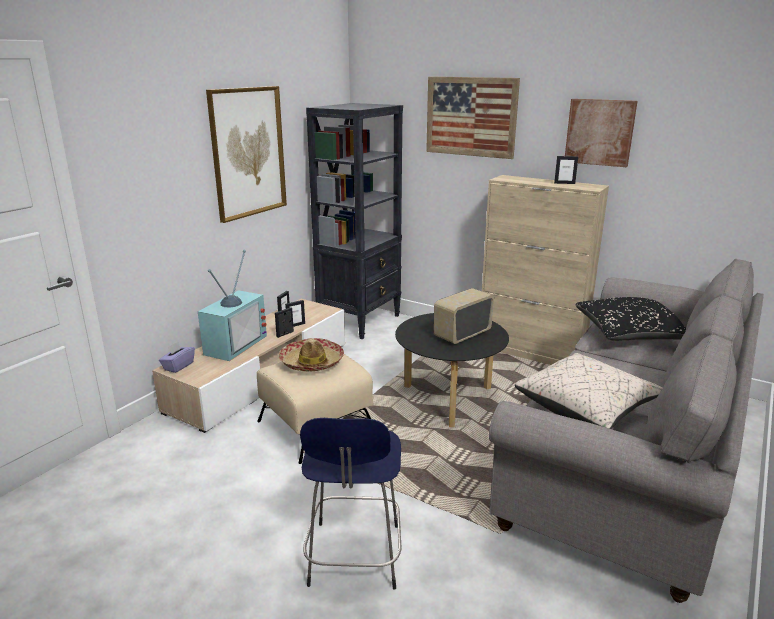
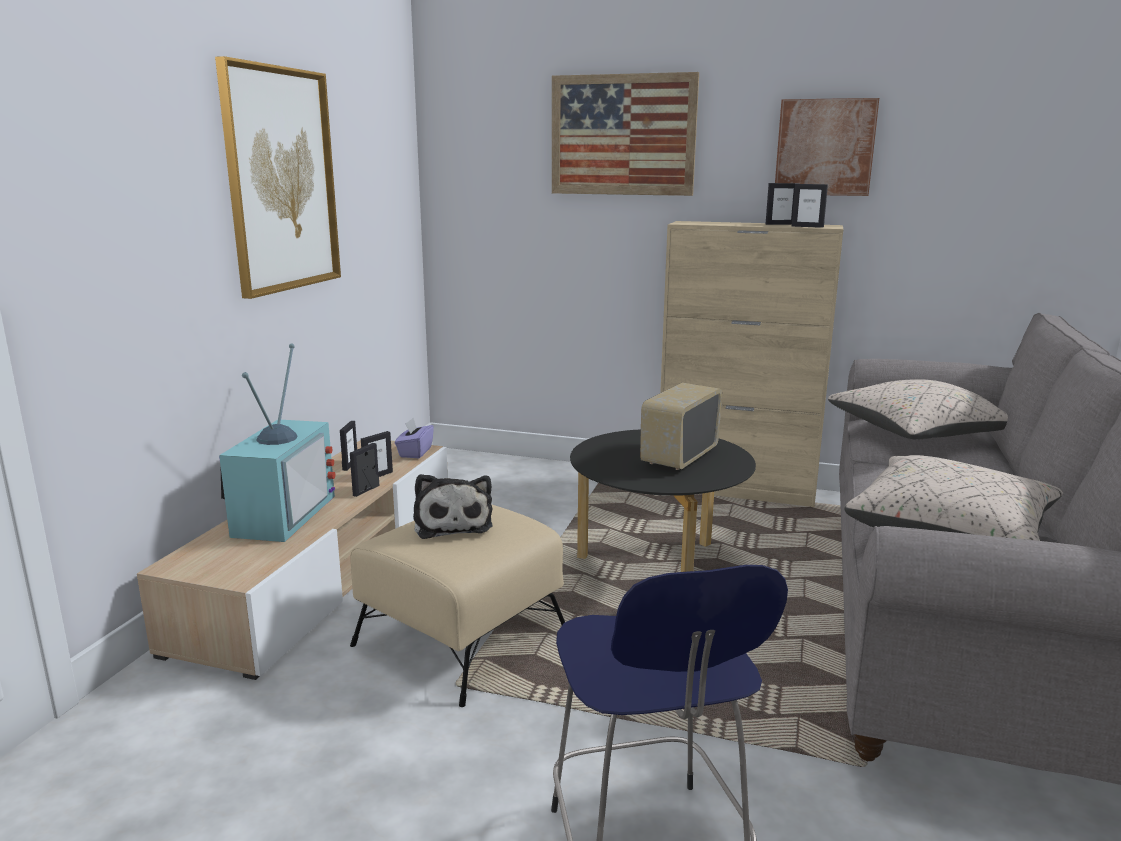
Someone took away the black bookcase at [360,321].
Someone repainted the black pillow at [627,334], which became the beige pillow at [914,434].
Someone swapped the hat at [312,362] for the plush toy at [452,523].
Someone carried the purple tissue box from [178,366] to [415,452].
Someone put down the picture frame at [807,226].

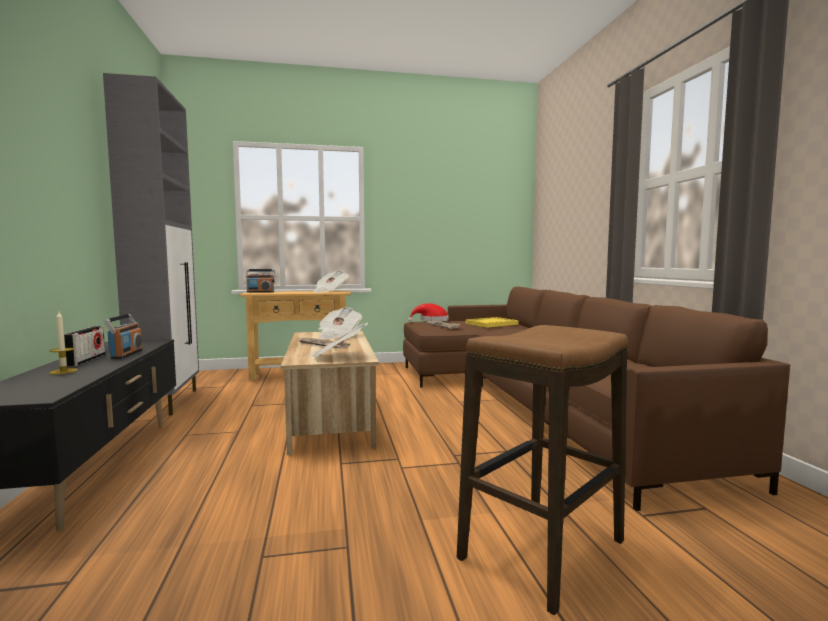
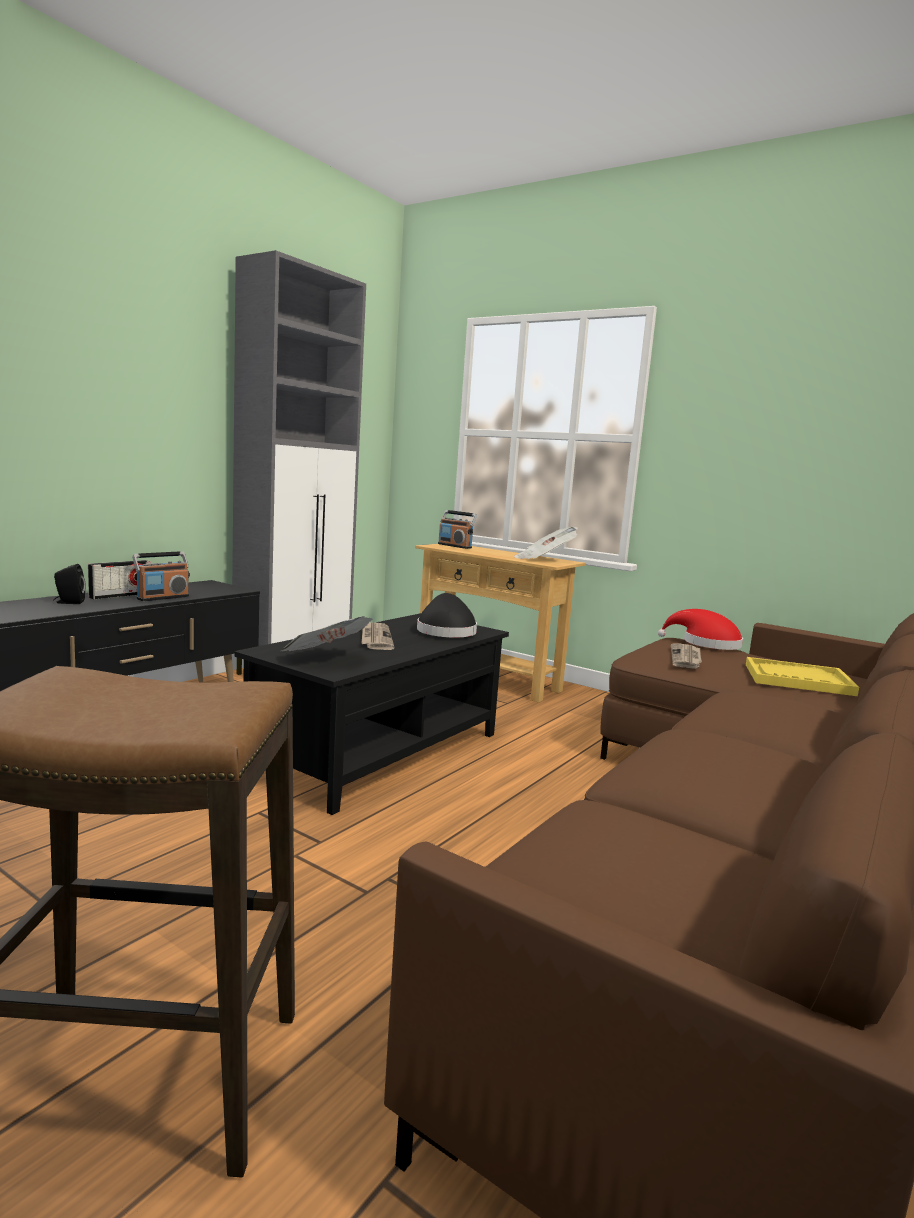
Someone swapped the newspaper at [338,336] for the black hat at [445,631].
Someone swapped the candle at [63,371] for the black speaker at [68,602].
Someone repainted the beige coffee table at [331,419], which became the black coffee table at [380,753].

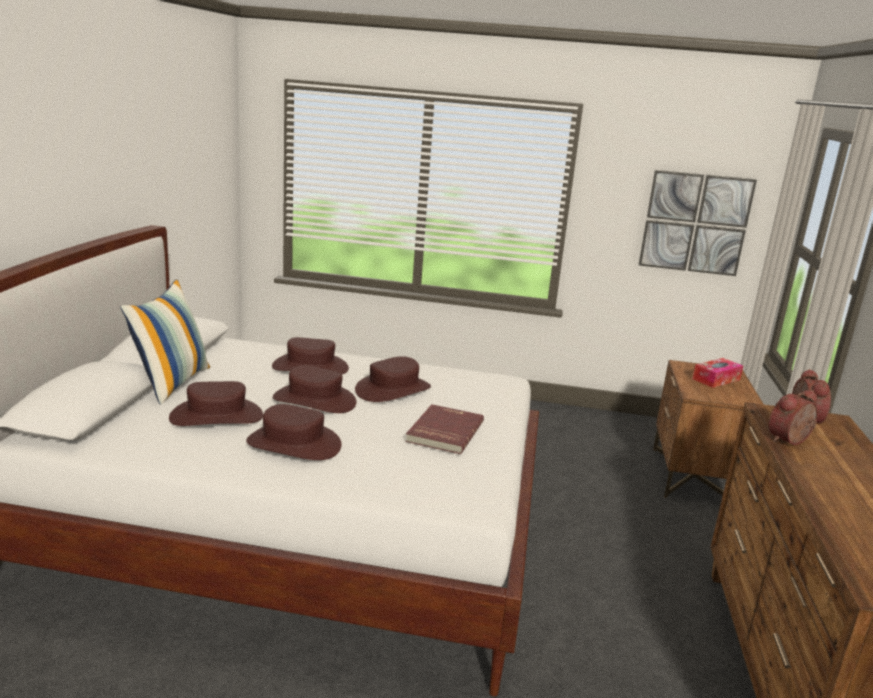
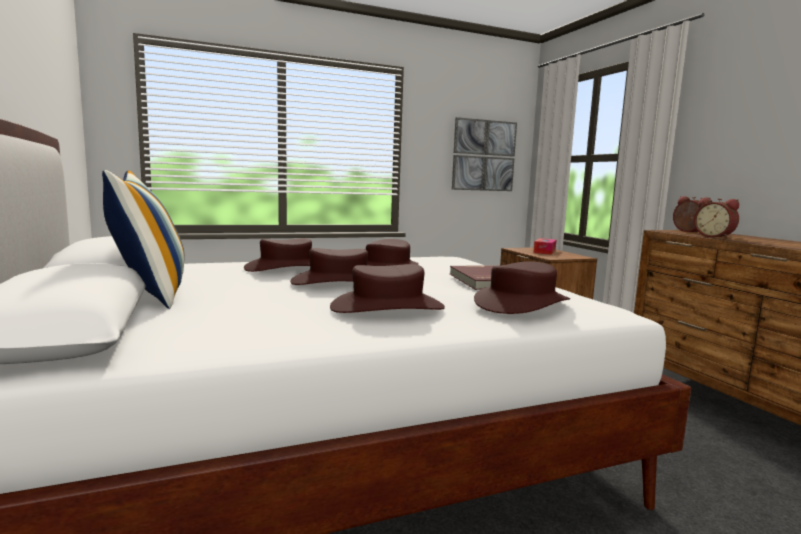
Someone carried the brown hat from [216,416] to [521,303].
Someone rotated the alarm clock at [790,441] by 60 degrees counterclockwise.

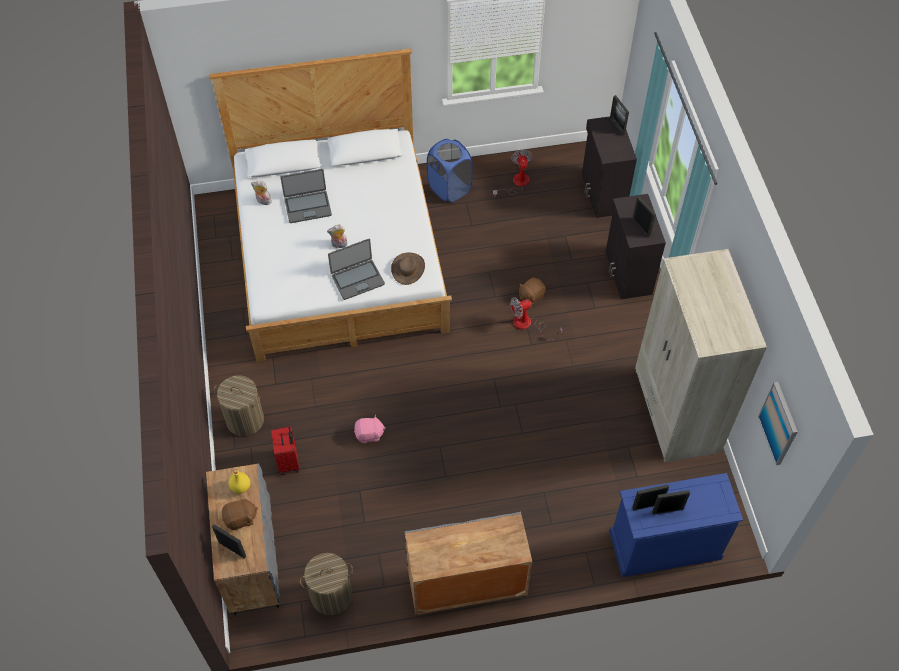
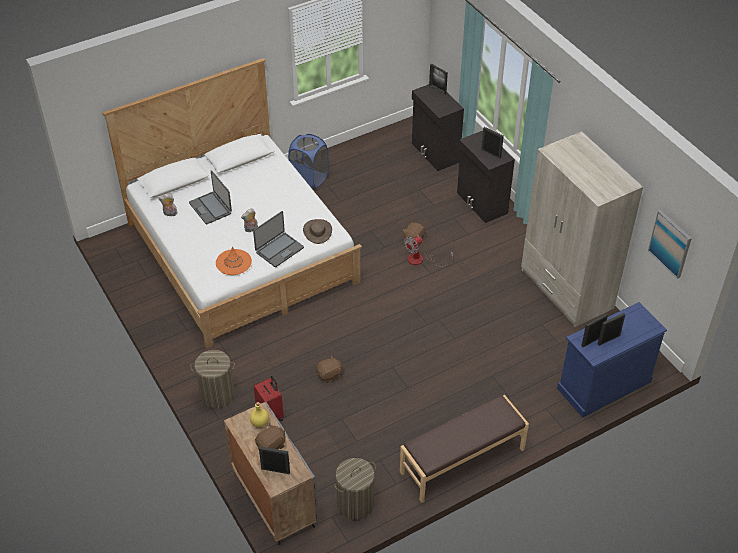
Someone took away the fan at [516,183].
Someone rotated the laptop at [308,207] by 90 degrees clockwise.
Someone repainted the pink plush toy at [369,434], which became the brown plush toy at [329,375].
Someone swapped the grey cabinet at [466,585] for the brown bench at [462,461].
Someone put down the orange hat at [233,262].

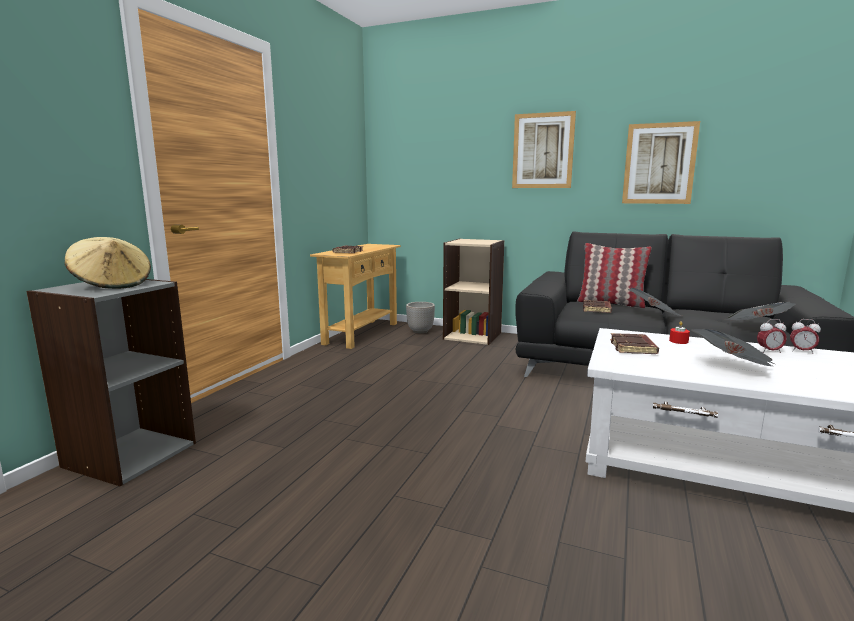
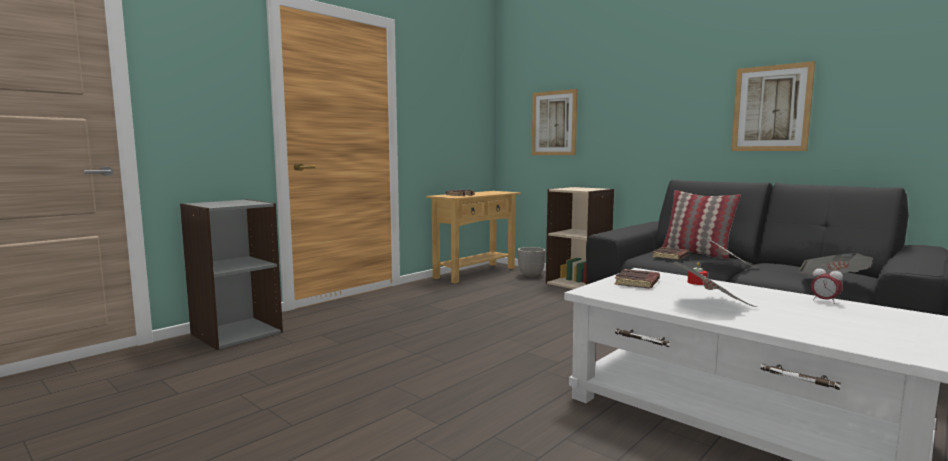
Someone carried the picture from [543,151] to [554,123].
Someone took away the beige hat at [112,285].
Someone took away the alarm clock at [769,351].

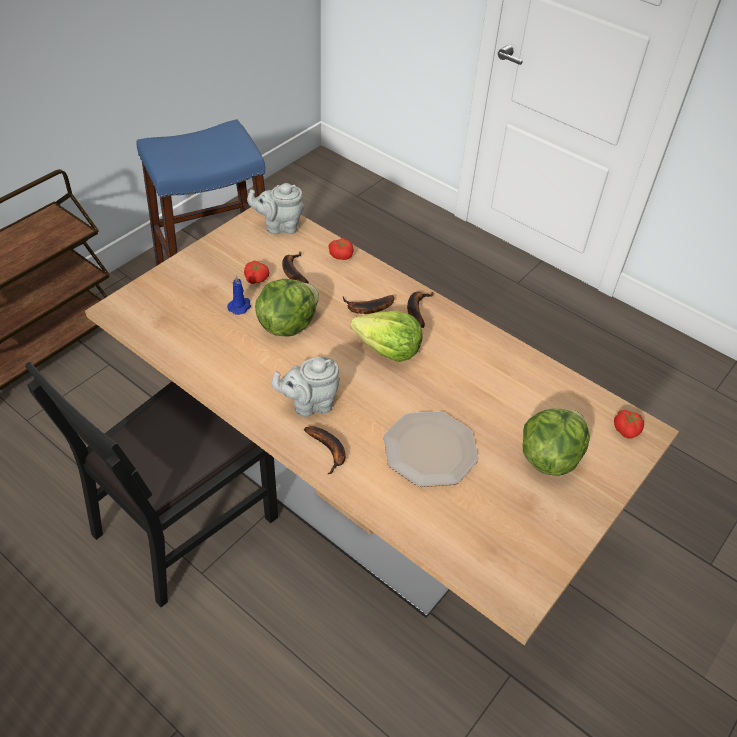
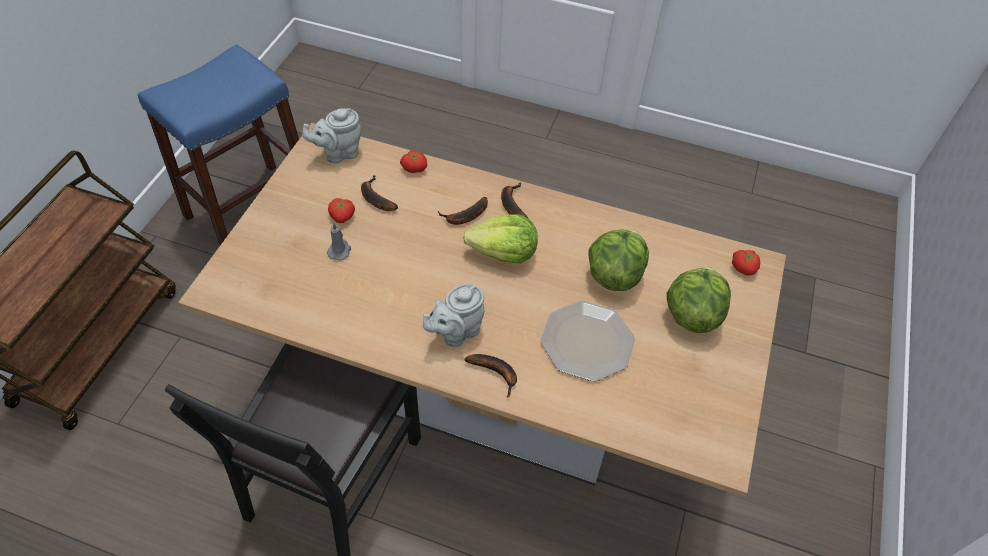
Someone repainted the blue candle at [240,306], which became the grey candle at [340,250].
Someone carried the lettuce from [287,324] to [614,274].

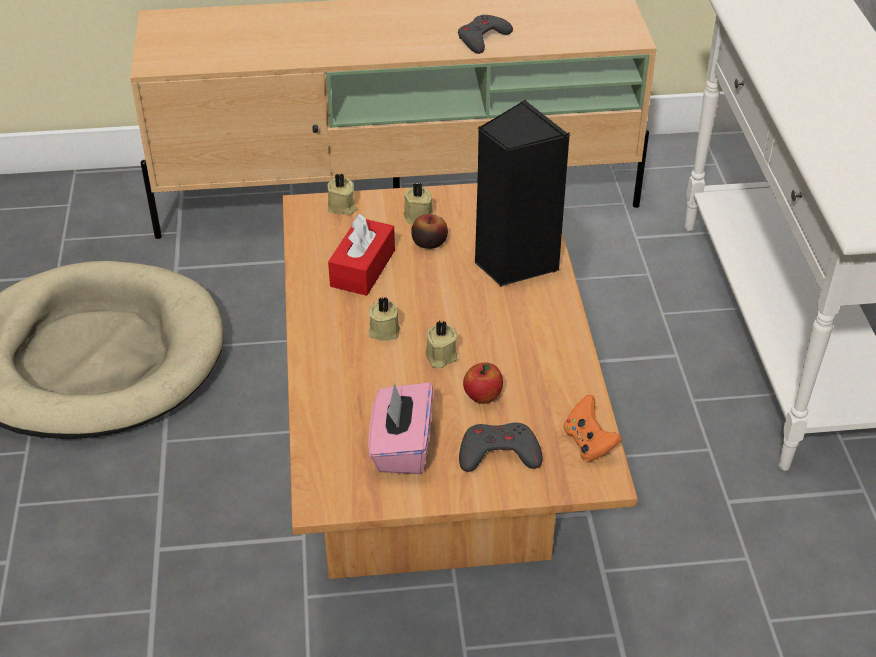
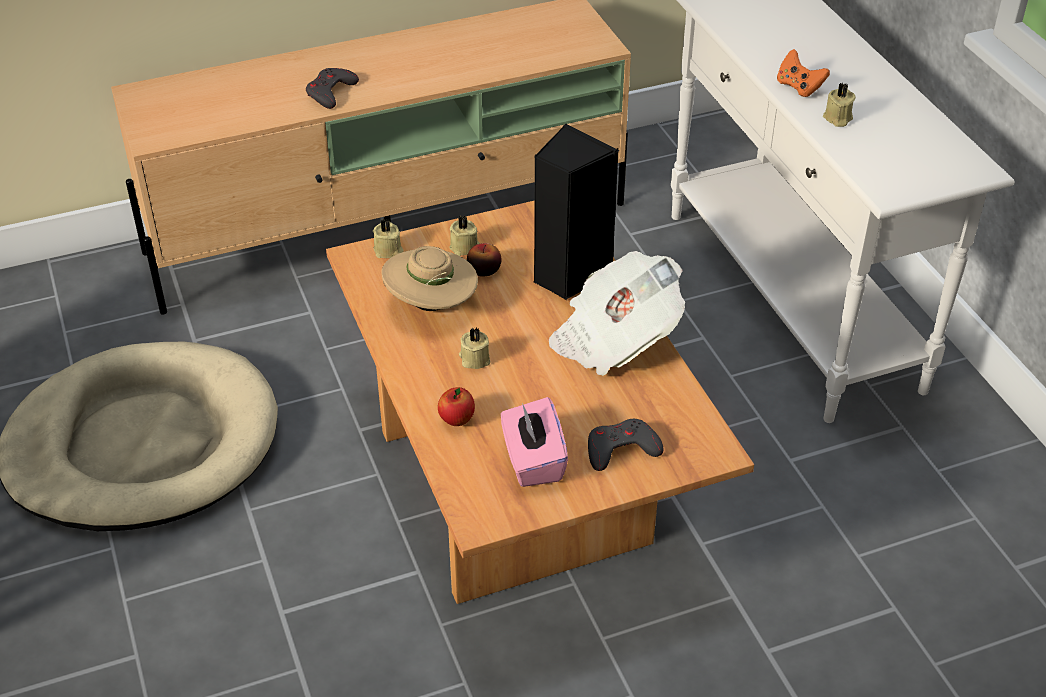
Someone carried the grey game controller from [482,38] to [330,92].
Someone swapped the red tissue box at [363,268] for the beige hat at [431,305].
Someone carried the beige candle from [440,357] to [837,118].
Someone carried the apple from [482,397] to [456,420].
Someone carried the orange game controller from [588,443] to [799,87].
Someone put down the newspaper at [614,338].

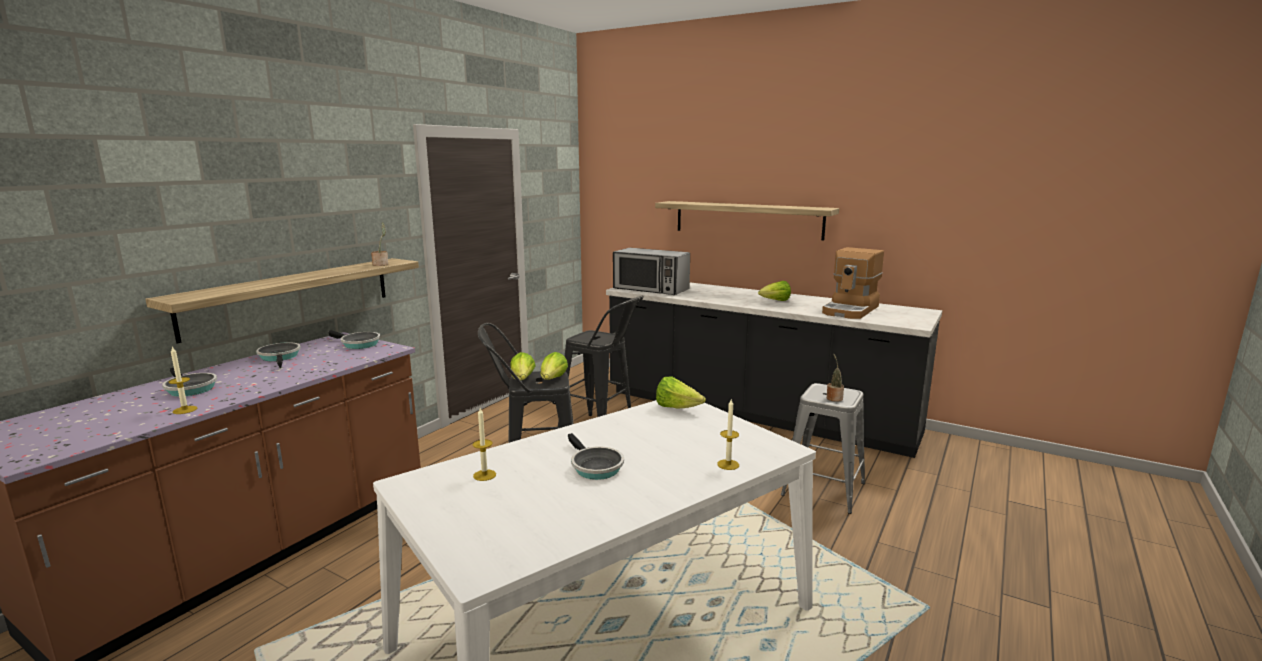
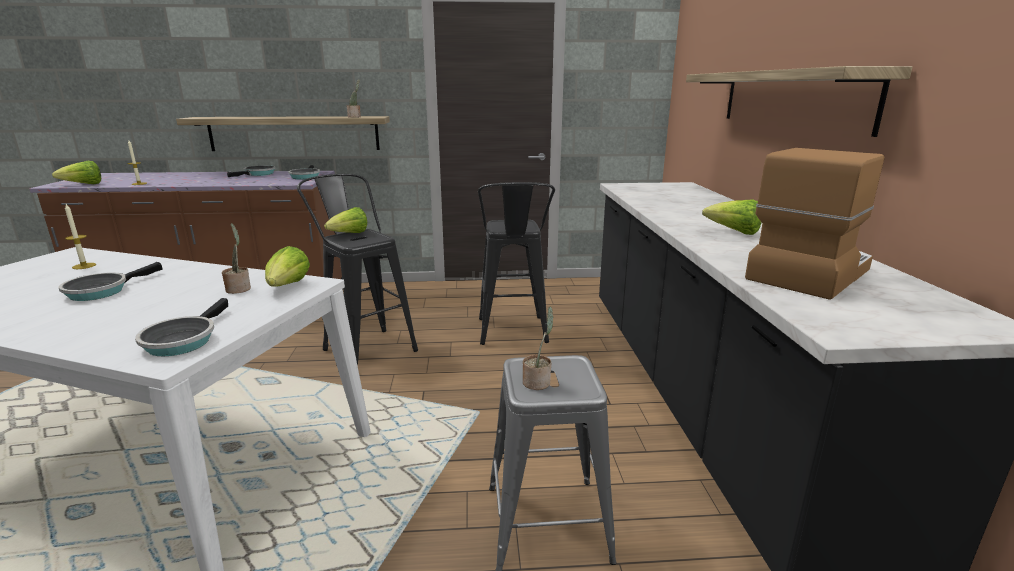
Someone rotated the coffee machine at [851,310] by 135 degrees clockwise.
Someone took away the microwave at [651,289].
Someone carried the lettuce from [553,380] to [84,185].
Someone carried the frying pan from [189,389] to [182,340].
Someone took away the candle at [728,464].
Someone put down the potted plant at [239,289].

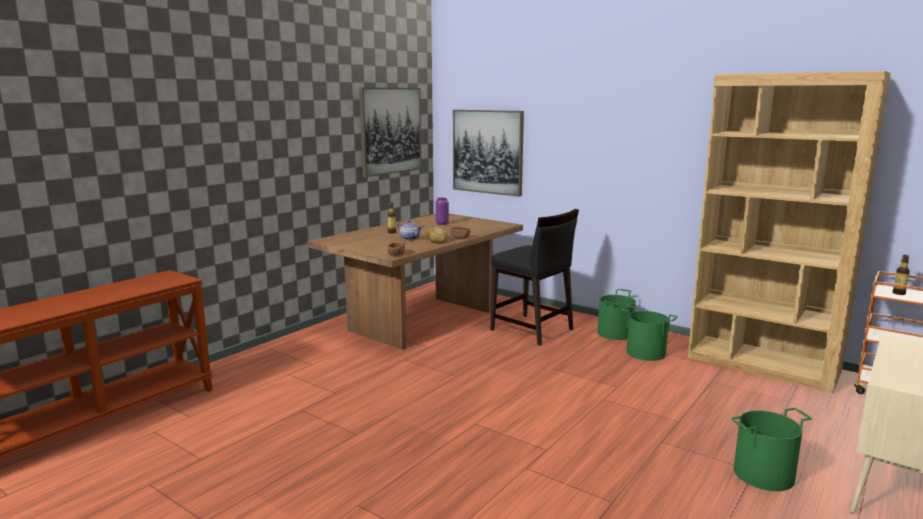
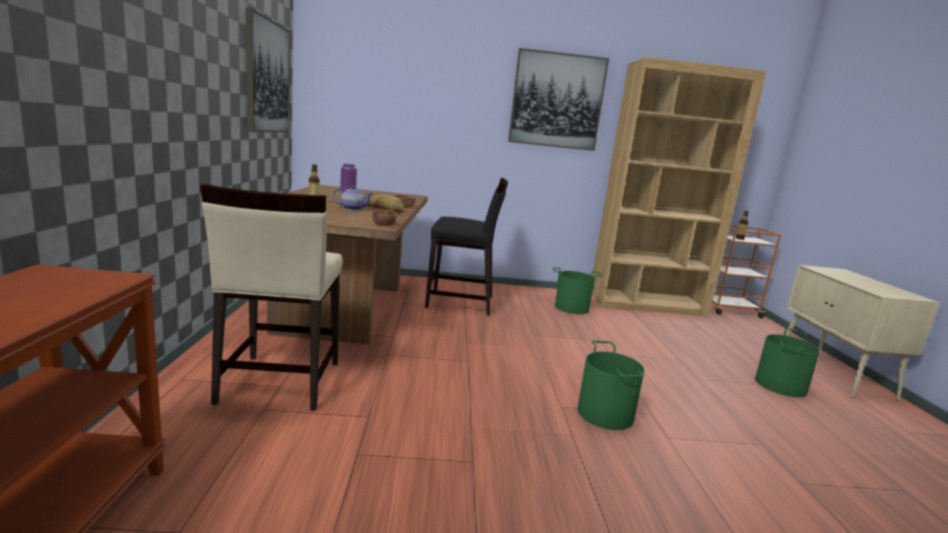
Someone carried the picture from [487,152] to [557,101].
Someone carried the green bucket from [616,333] to [606,414].
Someone put down the beige chair at [279,382].

